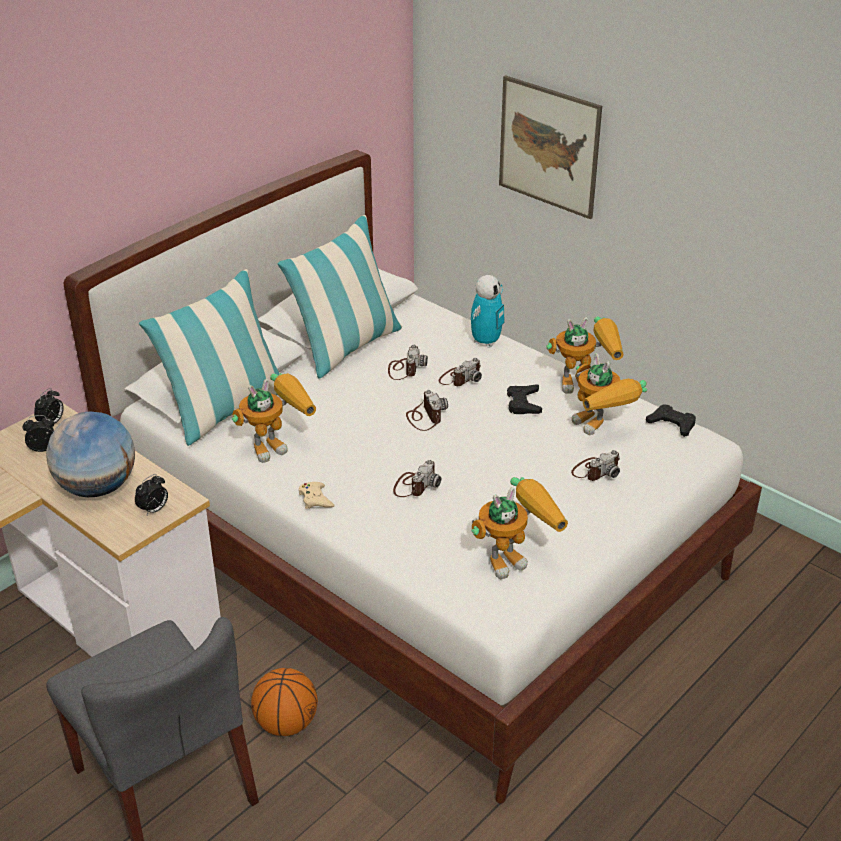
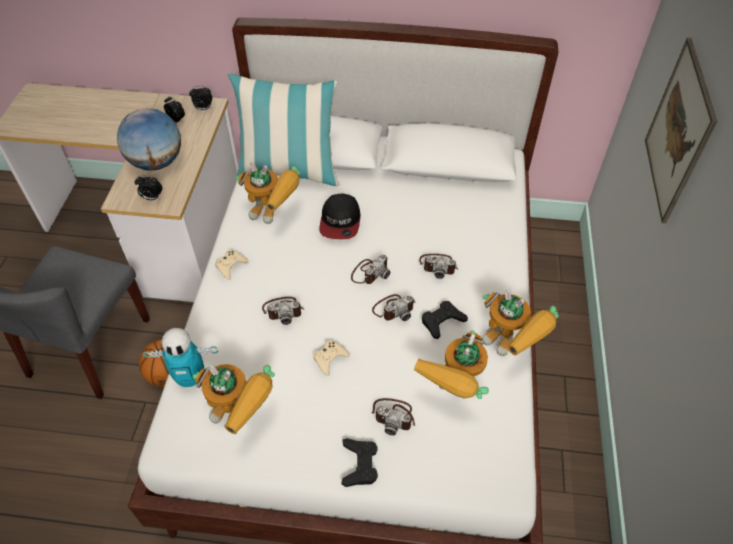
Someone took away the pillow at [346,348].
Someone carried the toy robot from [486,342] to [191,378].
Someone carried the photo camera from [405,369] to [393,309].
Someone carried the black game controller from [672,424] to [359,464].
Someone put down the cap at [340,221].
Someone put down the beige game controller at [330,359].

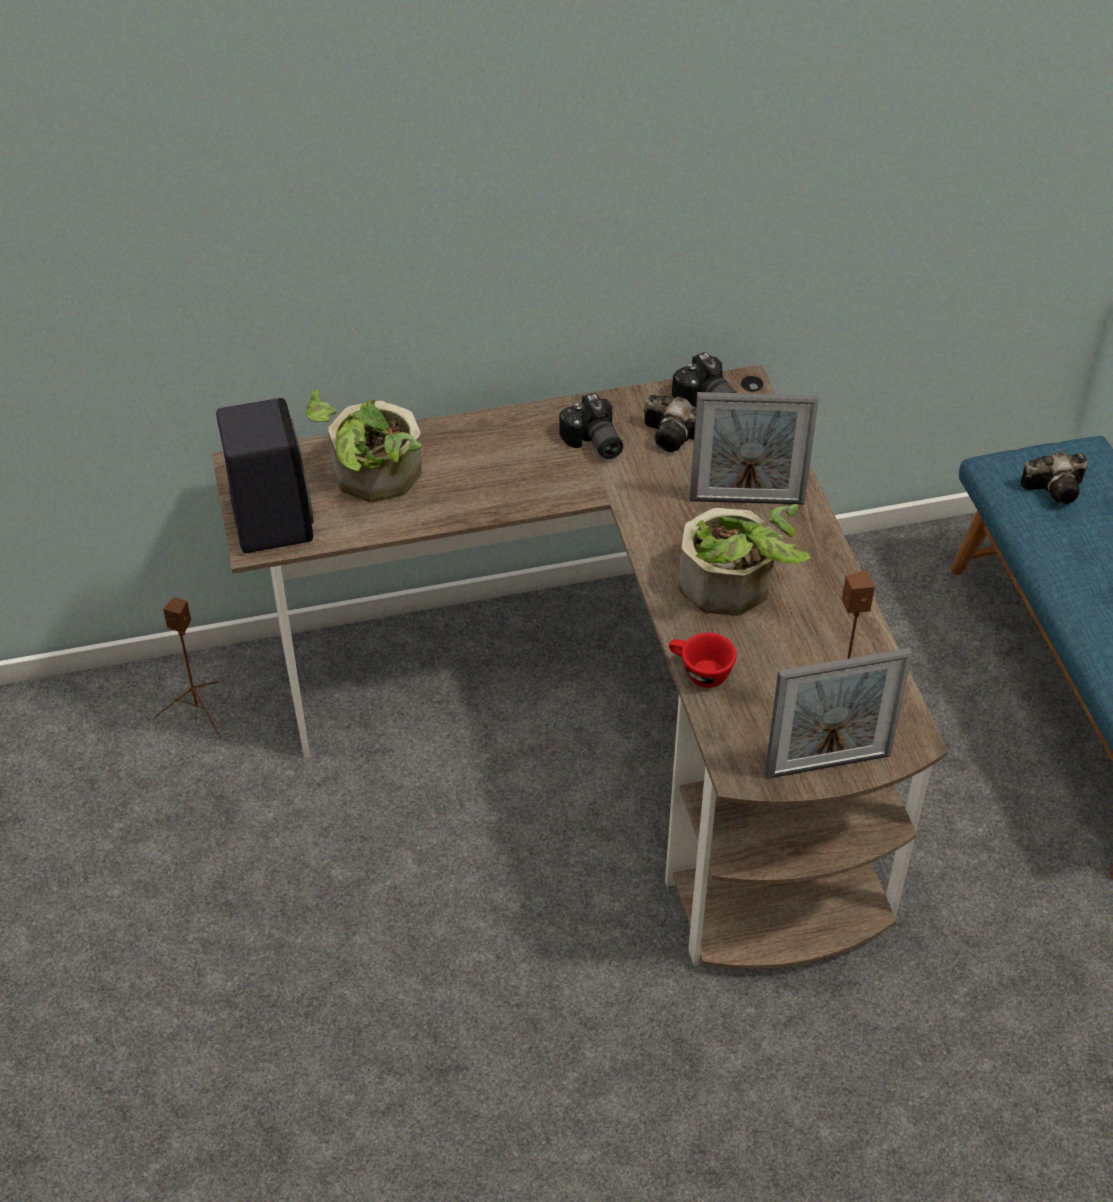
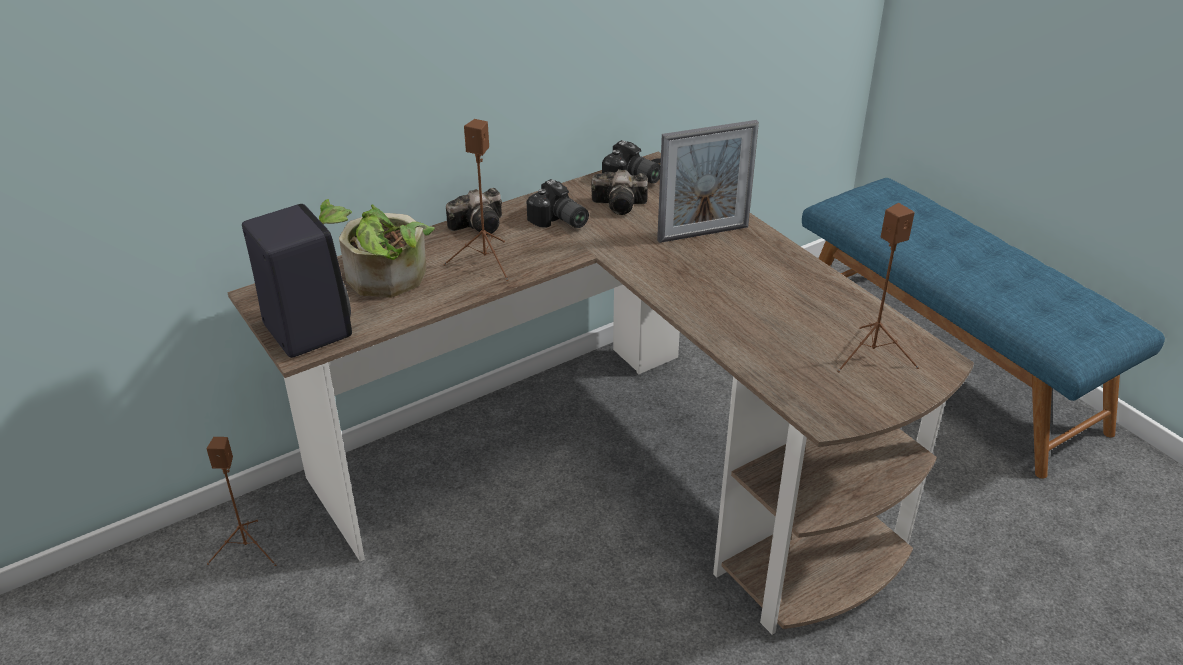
Someone carried the photo camera from [1057,488] to [481,225].
Someone took away the potted plant at [735,589].
Someone took away the red cup at [699,672].
Someone took away the picture frame at [828,765].
Someone put down the brown speaker at [486,262].

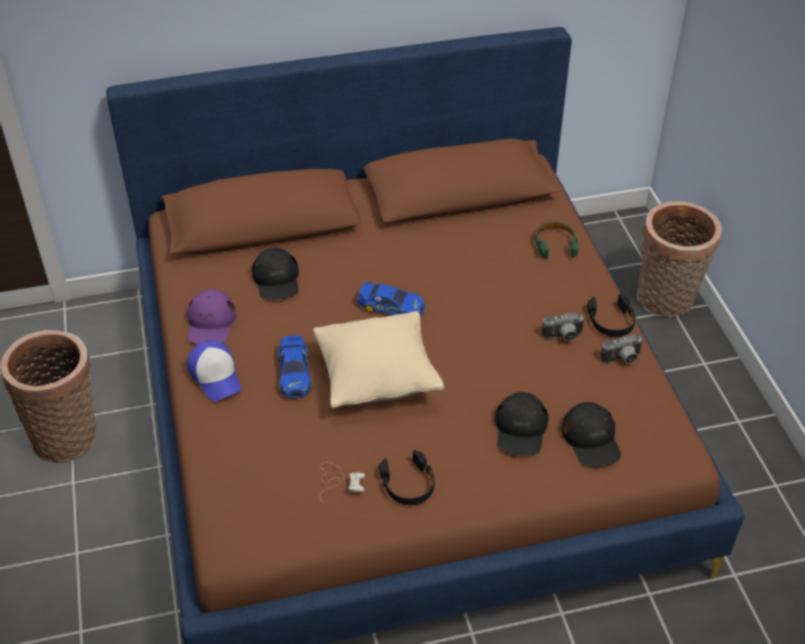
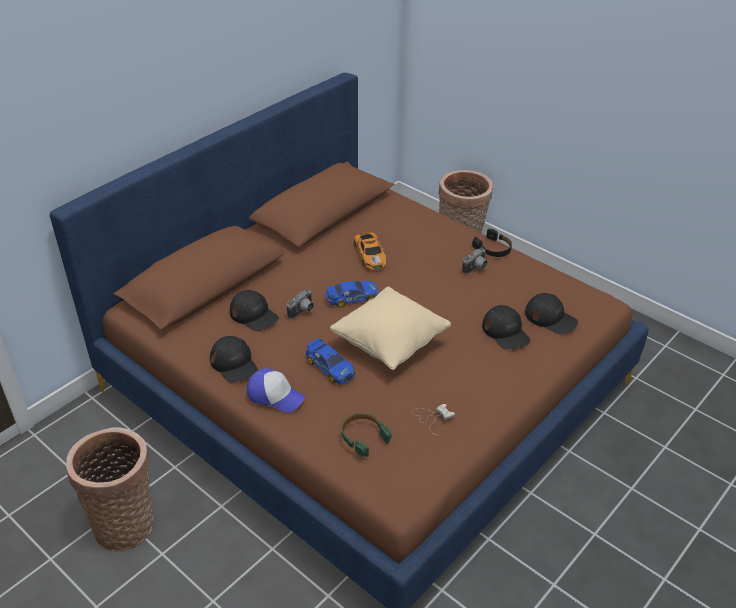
Someone carried the green headphones from [555,244] to [363,437].
Someone repainted the purple cap at [211,323], which became the black cap at [234,363].
Someone carried the photo camera from [622,360] to [303,312].
Someone took away the black headphones at [408,484].
Someone put down the toy car at [370,254].

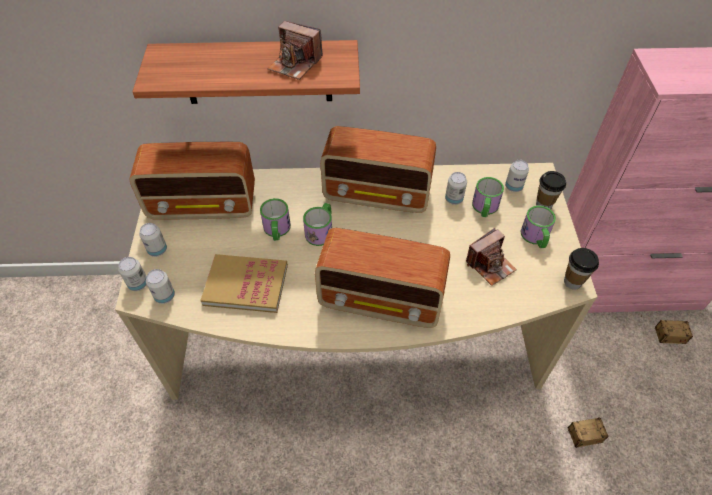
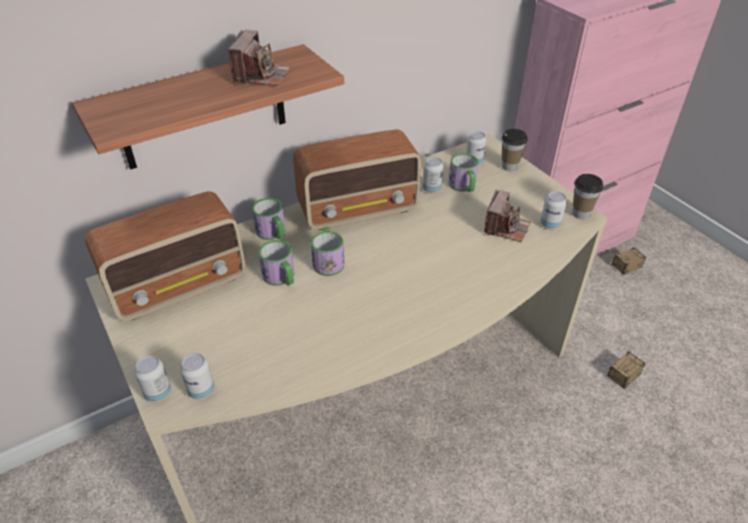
Someone rotated the photo camera at [295,64] by 75 degrees counterclockwise.
Someone carried the mug from [535,238] to [273,233].
Someone carried the can from [157,250] to [550,224].
Someone took away the radio at [382,301].
Someone took away the book at [246,285].

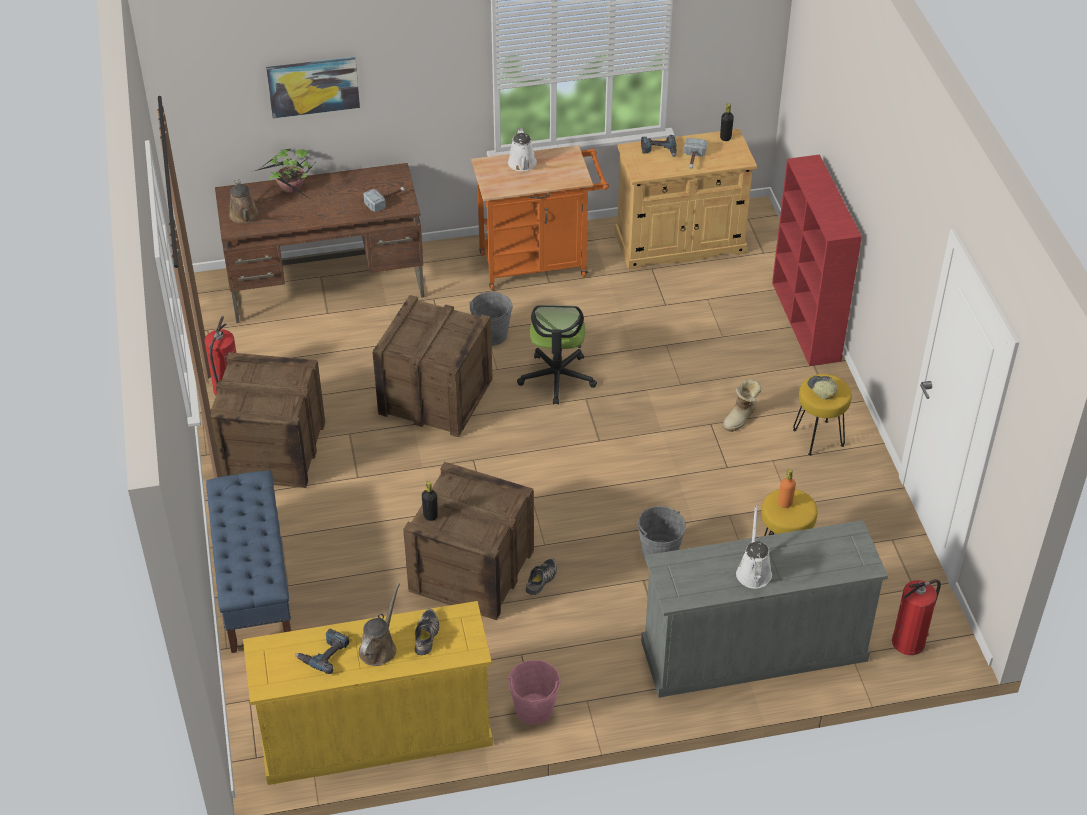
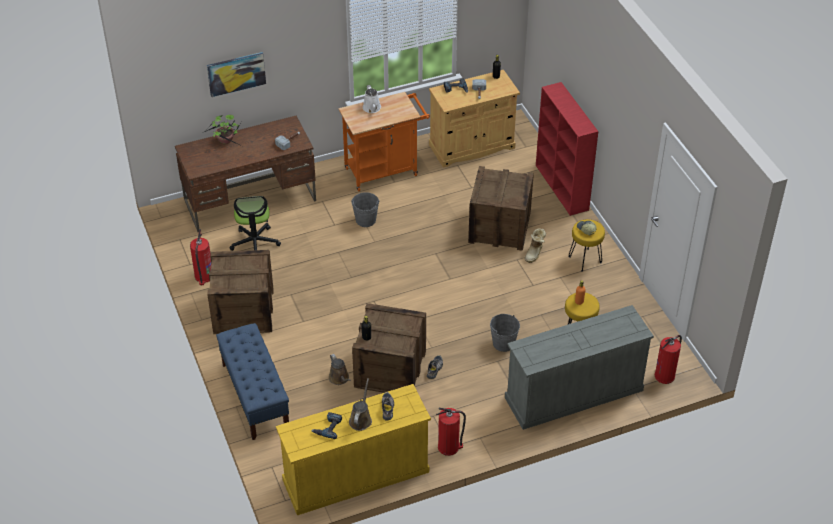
Someone carried the brown watering can from [244,216] to [340,378].
Someone carried the crate from [436,396] to [499,227].
Someone carried the office chair from [557,378] to [255,243].
Someone took away the white watering can at [753,571].
Someone swapped the pink bucket at [534,709] for the fire extinguisher at [449,447].

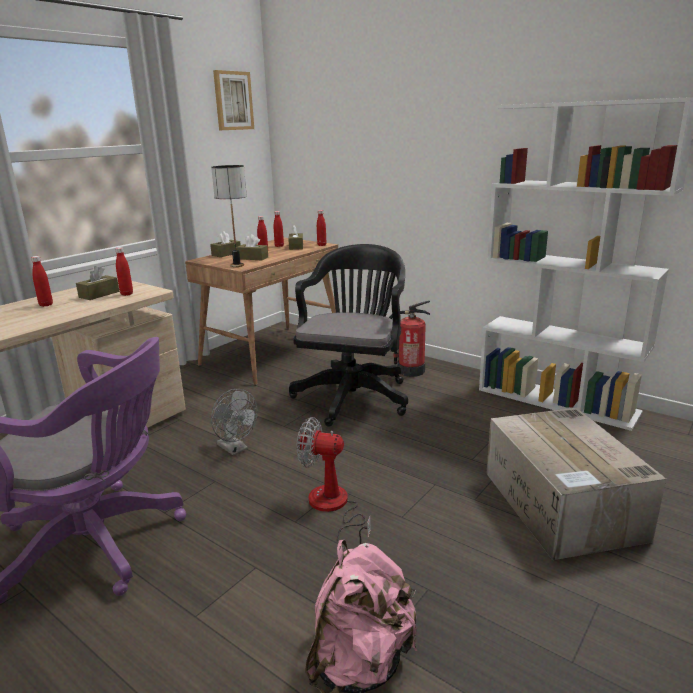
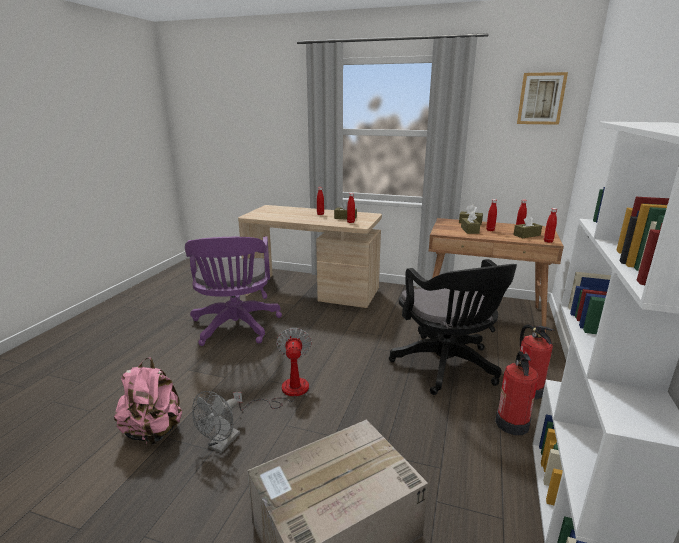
Someone took away the table lamp at [237,265].
Someone rotated the black office chair at [354,395] by 75 degrees clockwise.
Someone carried the grey fan from [235,449] to [221,444].
Someone put down the fire extinguisher at [512,423].

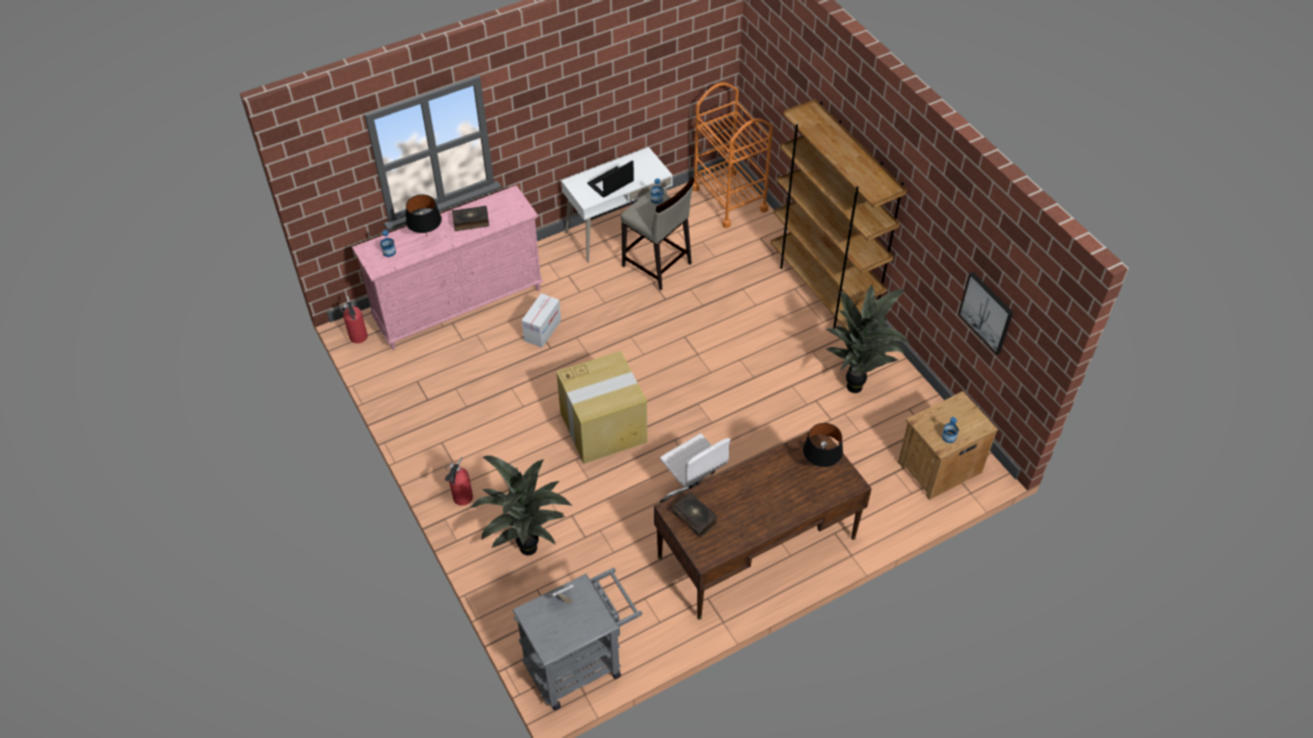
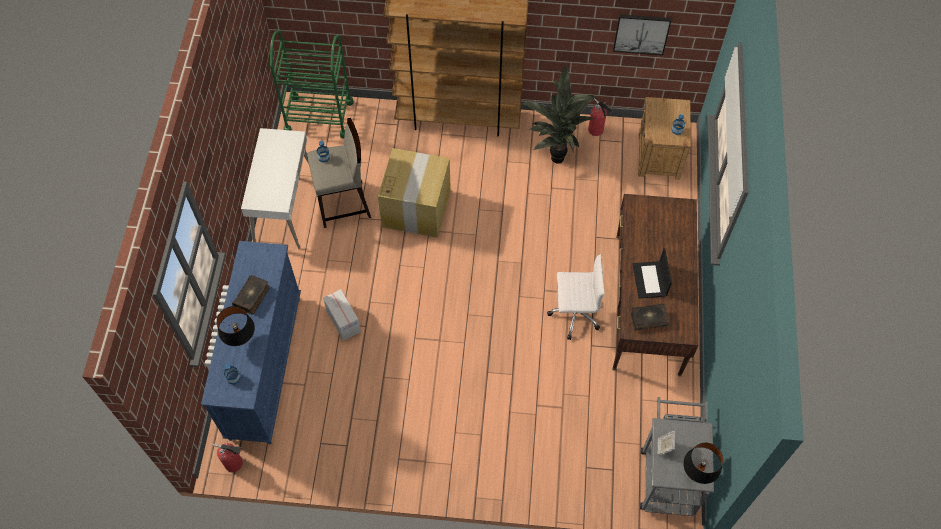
Someone repainted the orange cart at [729,199], which became the green cart at [319,116].
Someone carried the laptop from [610,183] to [650,280].
Someone repainted the pink dresser at [460,305], which became the blue dresser at [265,366].
Someone carried the cardboard box from [604,427] to [416,207].
Someone carried the black table lamp from [820,465] to [697,473].
Someone took away the potted plant at [527,551].
Someone carried the fire extinguisher from [461,499] to [596,131].

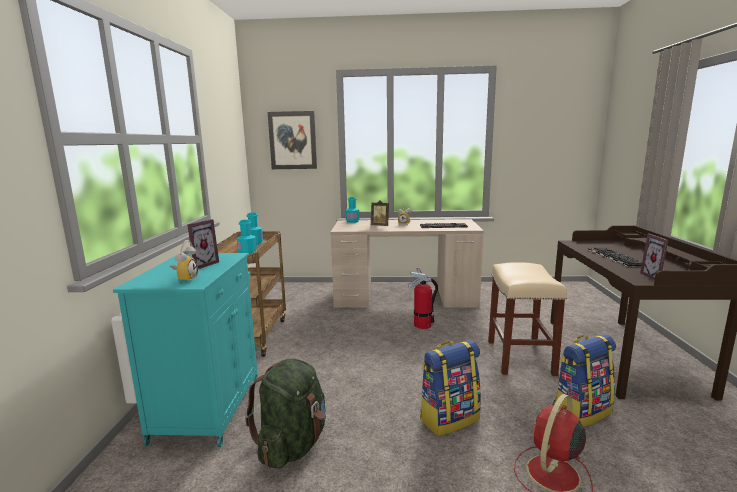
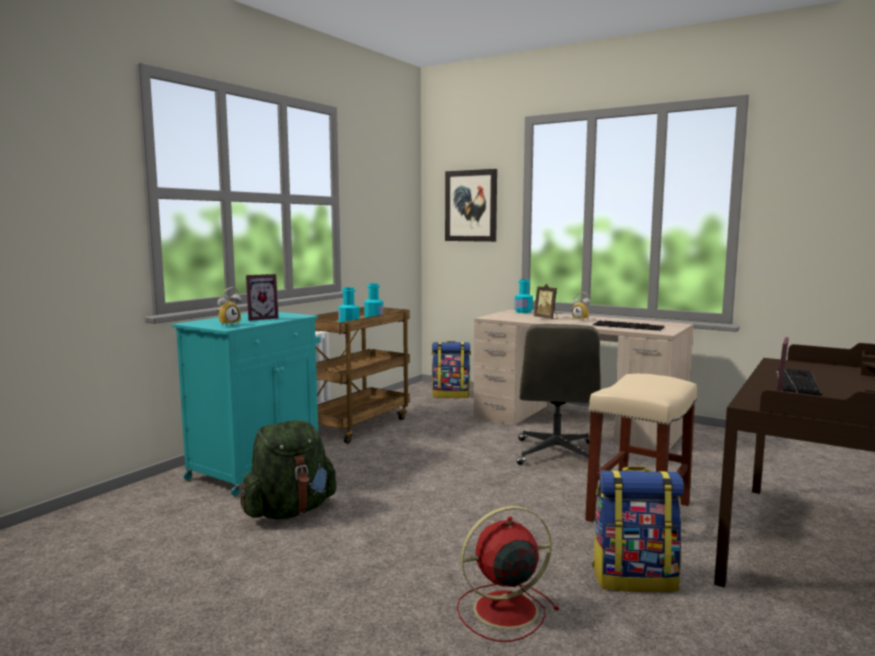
Someone swapped the fire extinguisher at [422,325] for the grey office chair at [556,454].
Someone carried the backpack from [449,418] to [451,395].

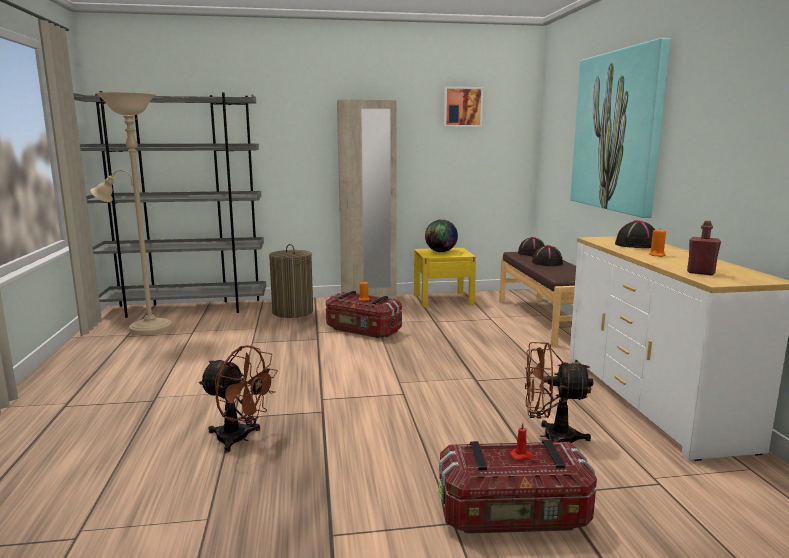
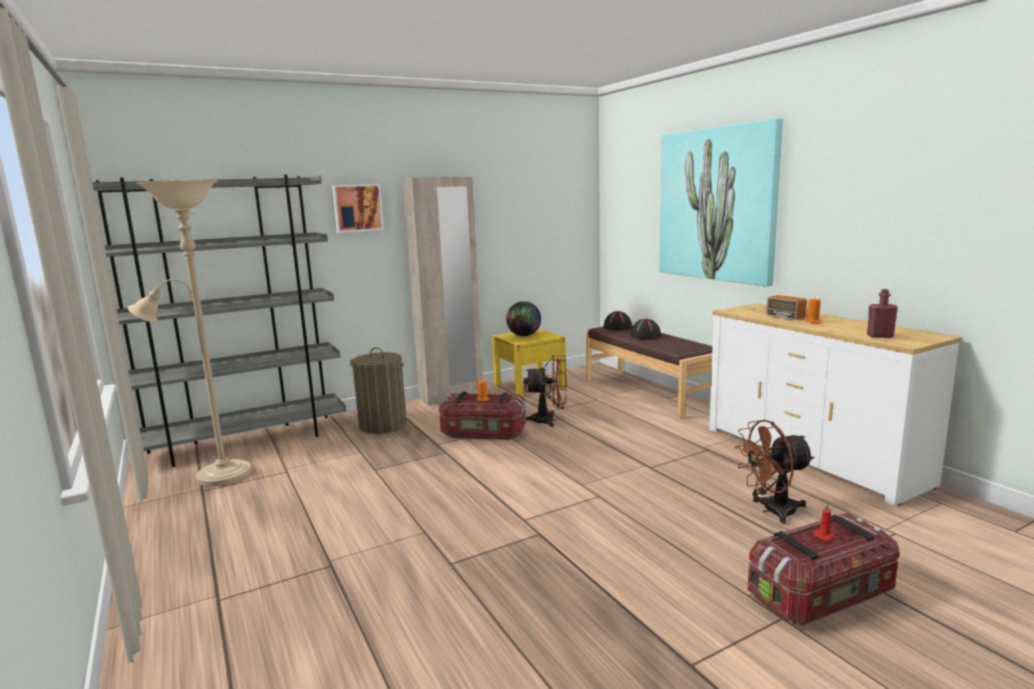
Someone carried the picture from [462,107] to [357,208].
Someone swapped the black hat at [637,245] for the radio at [777,313].
Someone carried the brown fan from [240,439] to [549,420].

